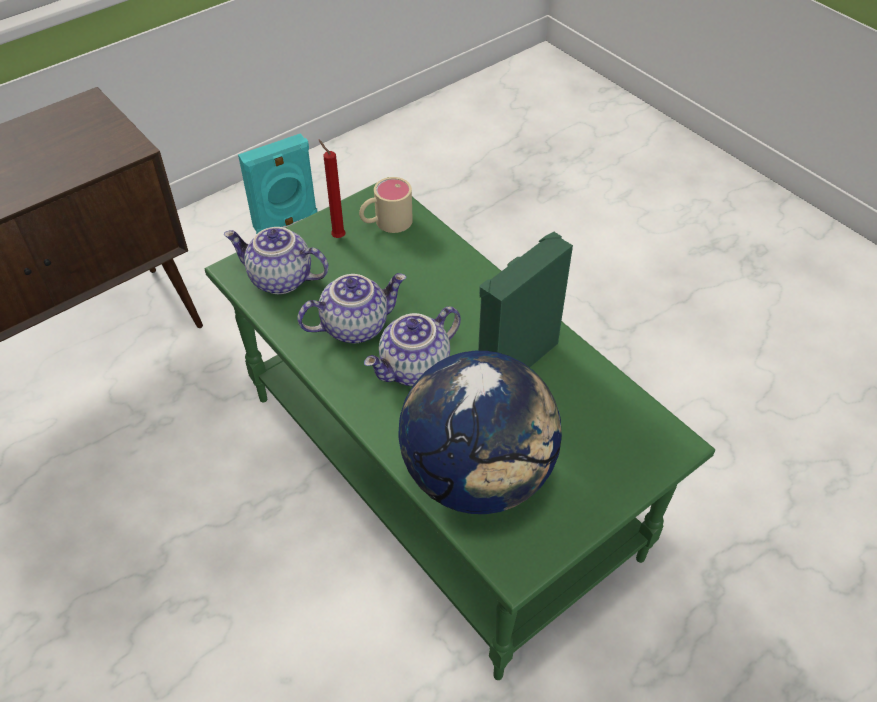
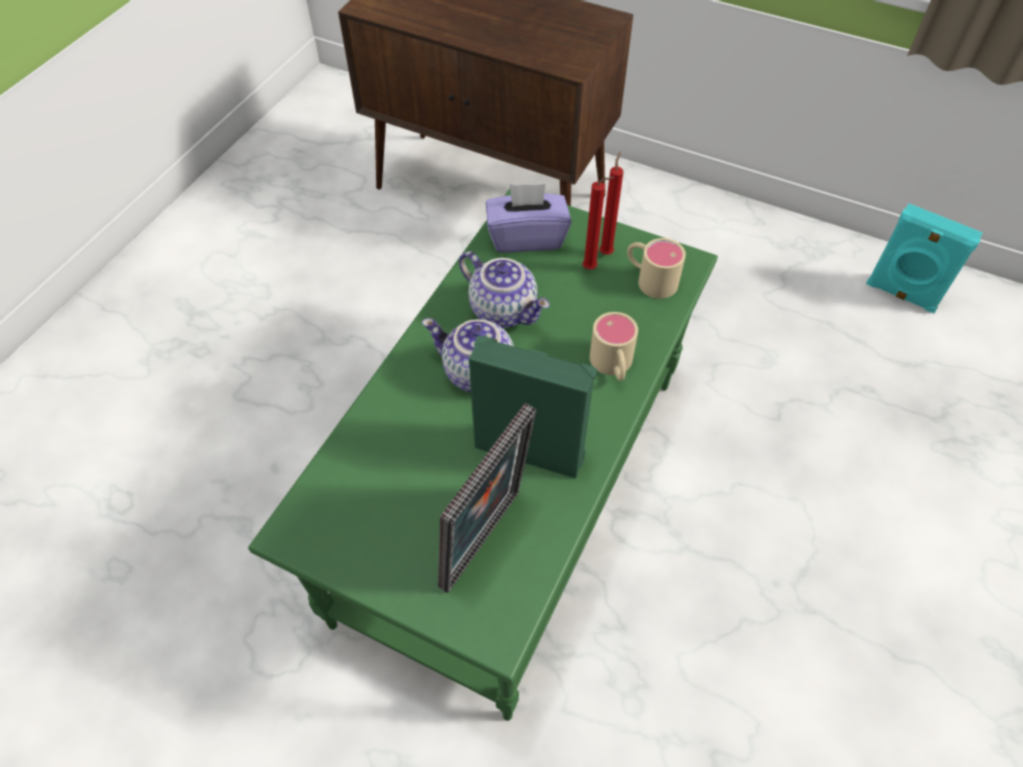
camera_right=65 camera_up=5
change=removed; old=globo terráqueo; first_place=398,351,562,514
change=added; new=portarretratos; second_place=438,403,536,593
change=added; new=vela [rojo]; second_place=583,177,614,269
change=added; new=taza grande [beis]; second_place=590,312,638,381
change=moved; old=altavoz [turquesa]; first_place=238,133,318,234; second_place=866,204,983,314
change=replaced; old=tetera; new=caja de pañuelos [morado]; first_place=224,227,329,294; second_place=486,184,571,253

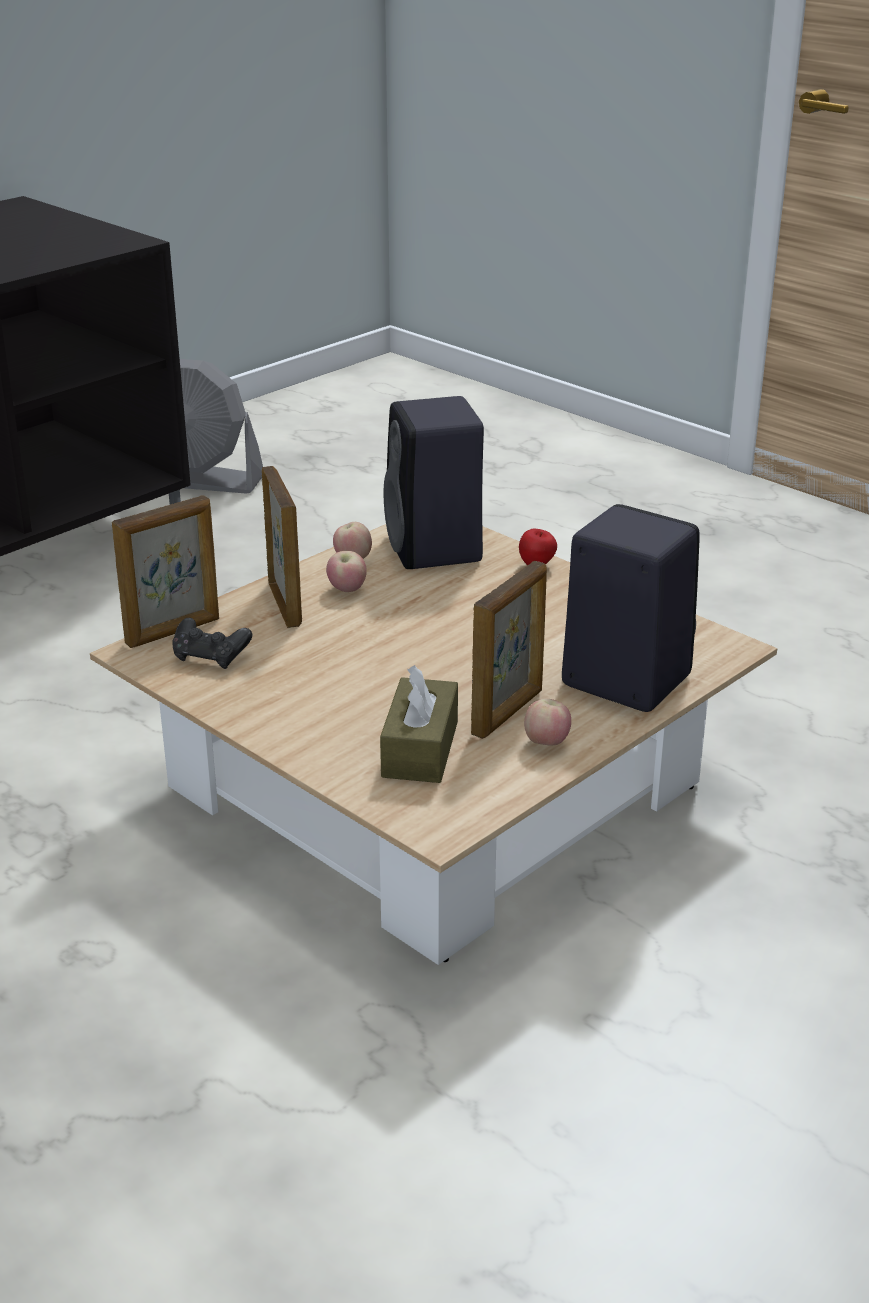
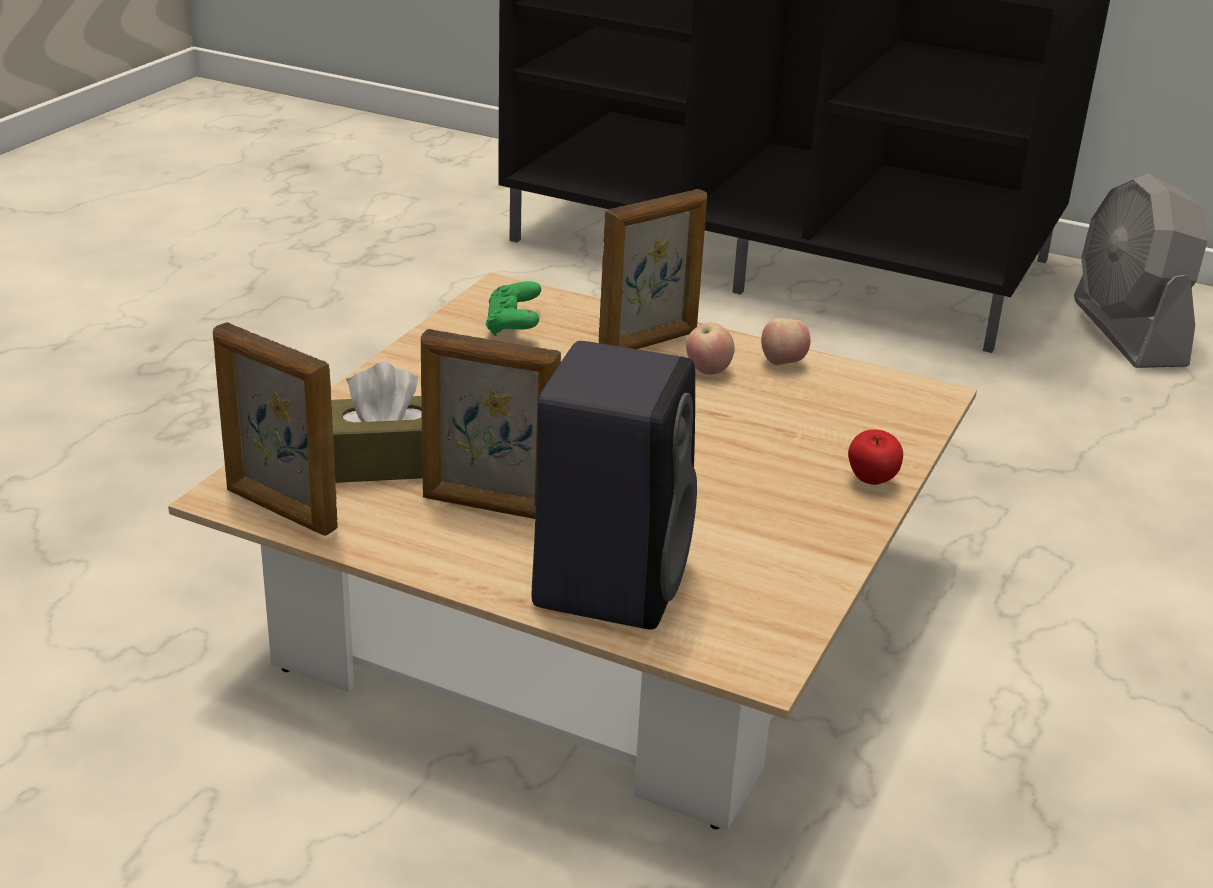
camera_right=70 camera_up=0
change=removed; old=altavoz [negro]; first_place=384,396,484,569
change=removed; old=manzana; first_place=524,699,571,746
change=moved; old=portarretratos; first_place=112,495,219,648; second_place=213,322,338,536
change=recoloured; old=mando de consola [negro]; new=mando de consola [verde]; first_place=172,618,252,669; second_place=486,281,541,336

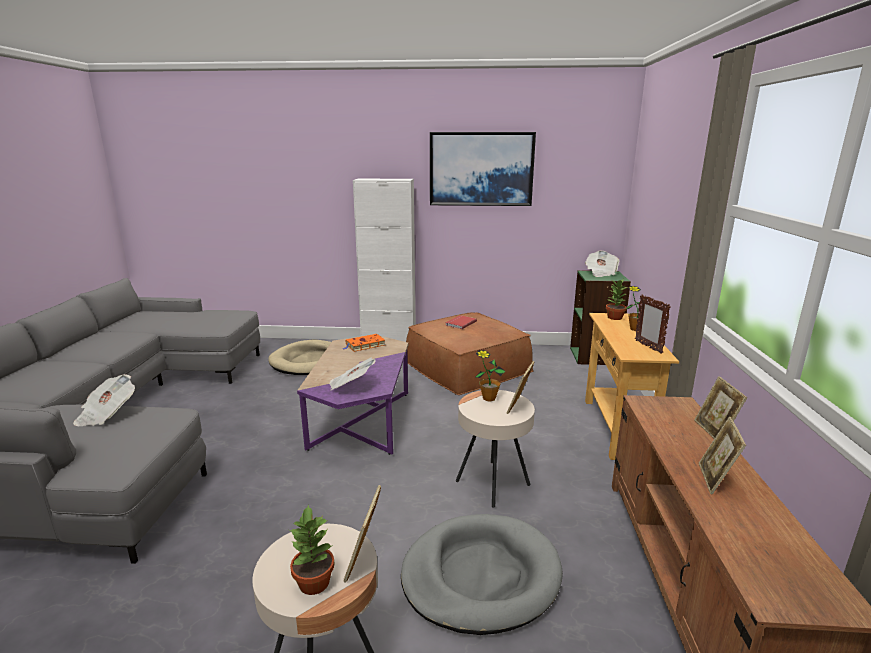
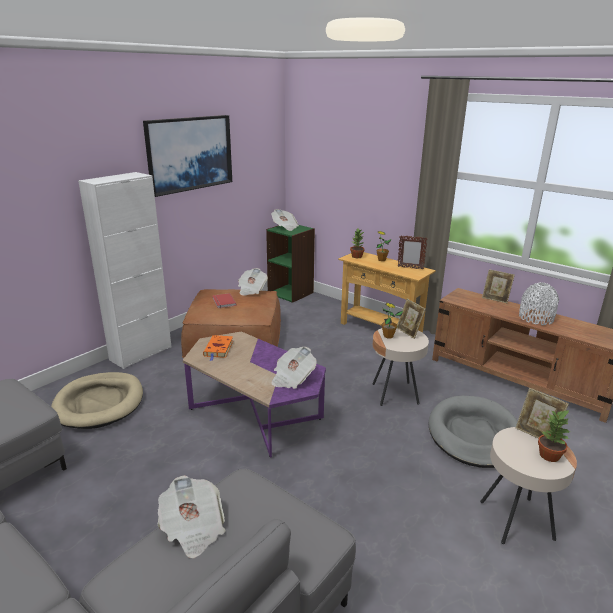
camera_right=-55 camera_up=5
change=added; new=periódico; second_place=238,268,268,295
change=replaced; old=portarretratos; new=florero [blanco]; first_place=699,416,746,494; second_place=519,282,559,325

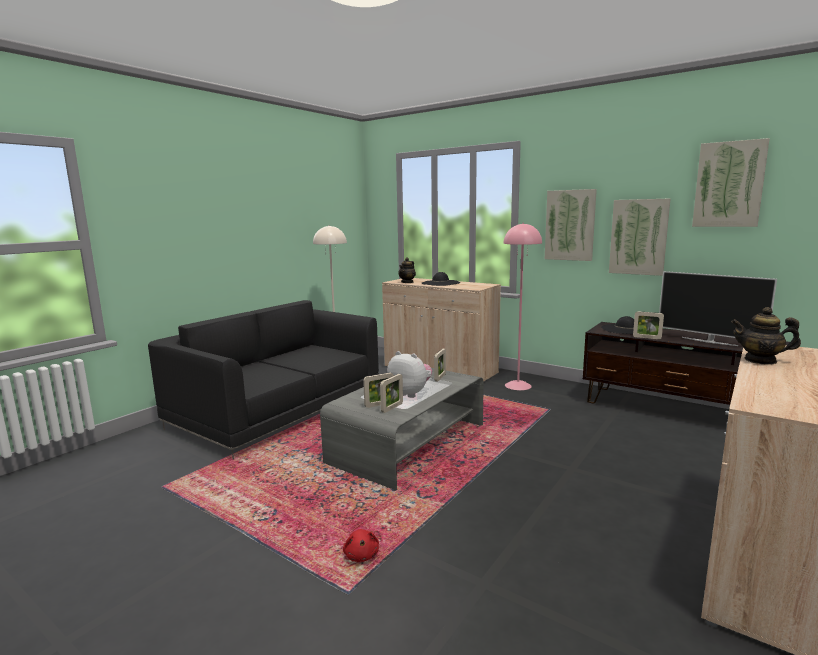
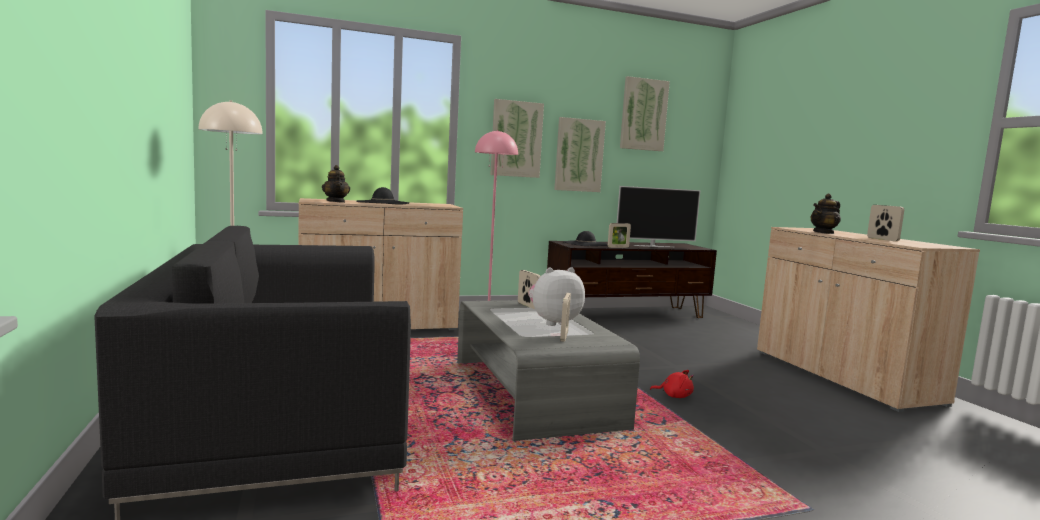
camera_right=-55 camera_up=-5
change=moved; old=peluche [rojo]; first_place=343,529,379,562; second_place=650,370,694,398
change=moved; old=portarretratos; first_place=380,374,403,413; second_place=867,205,904,241

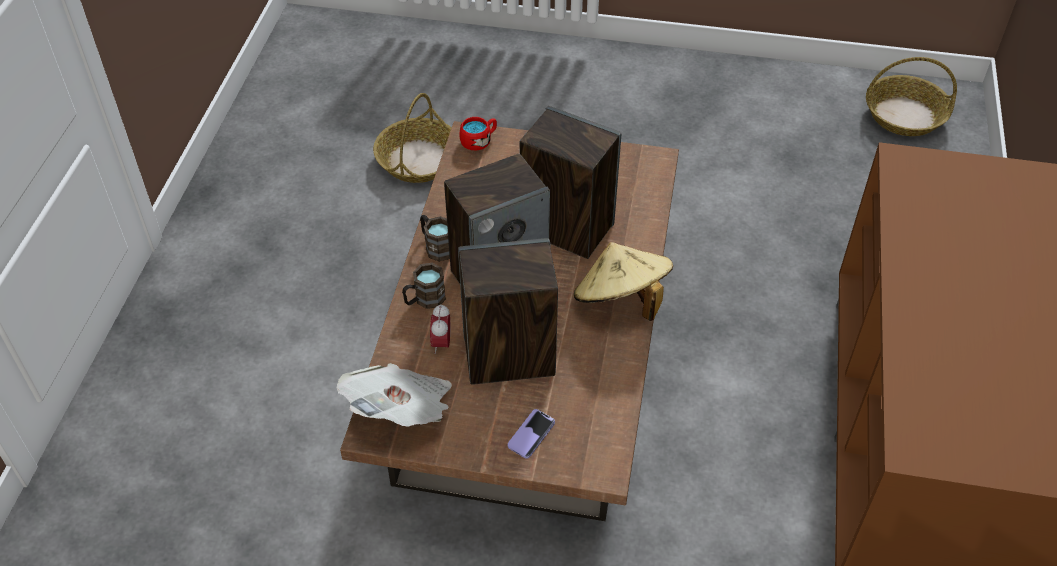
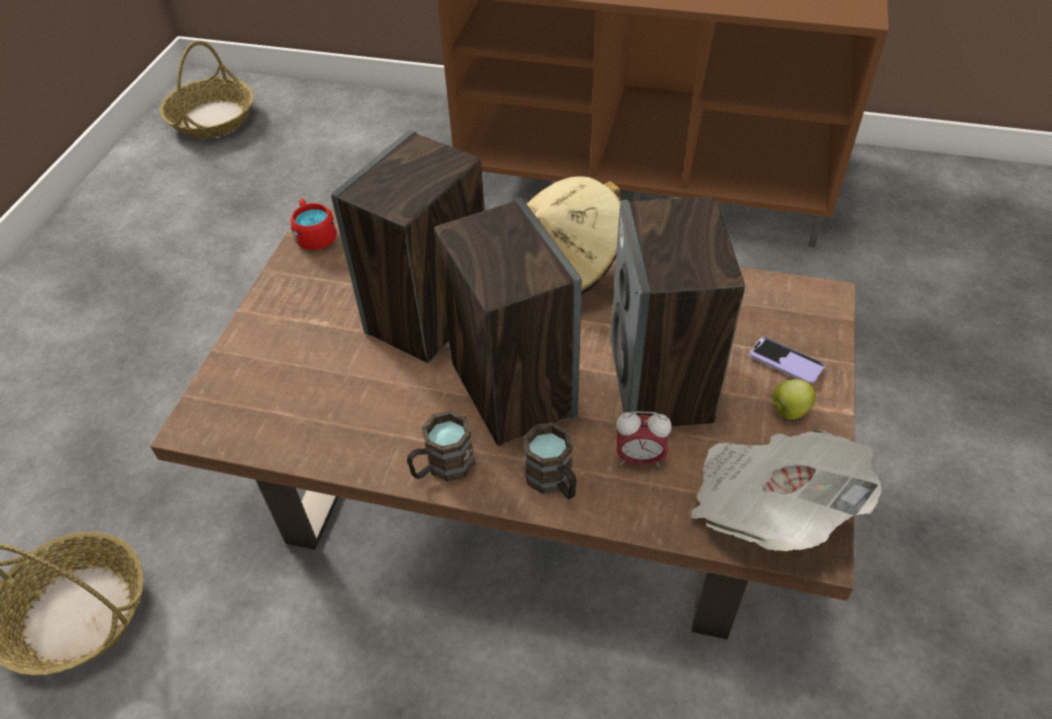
camera_right=-85 camera_up=0
change=added; new=manzana; second_place=772,379,816,419
change=moved; old=taza grande [rojo]; first_place=460,117,497,150; second_place=291,199,337,250

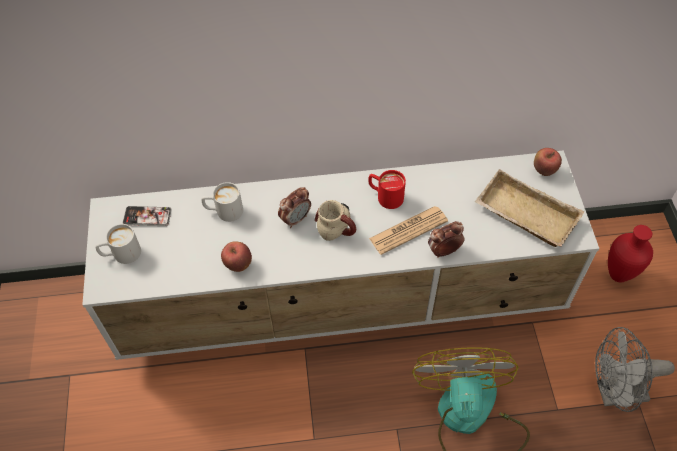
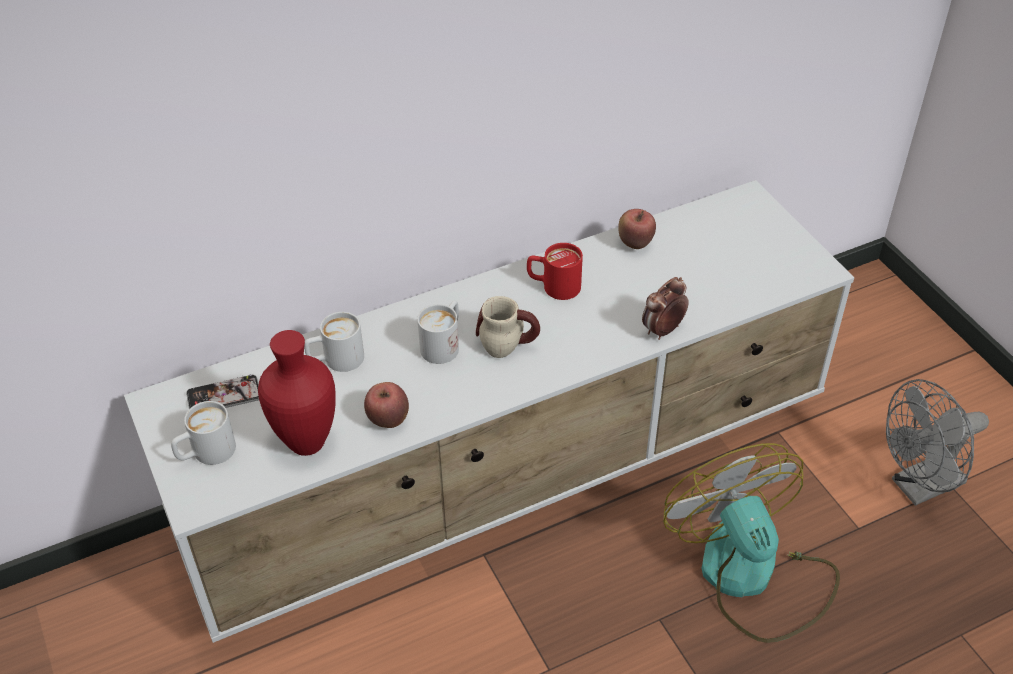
camera_right=-20 camera_up=-10
change=removed; old=periódico; first_place=369,206,448,255
change=removed; old=bandeja [beis]; first_place=475,169,584,247
change=moved; old=manzana; first_place=534,148,562,176; second_place=618,209,656,249
change=moved; old=florero [rojo]; first_place=608,225,653,282; second_place=258,330,336,456
change=replaced; old=despertador; new=taza grande [blanco]; first_place=278,187,311,228; second_place=417,300,459,364

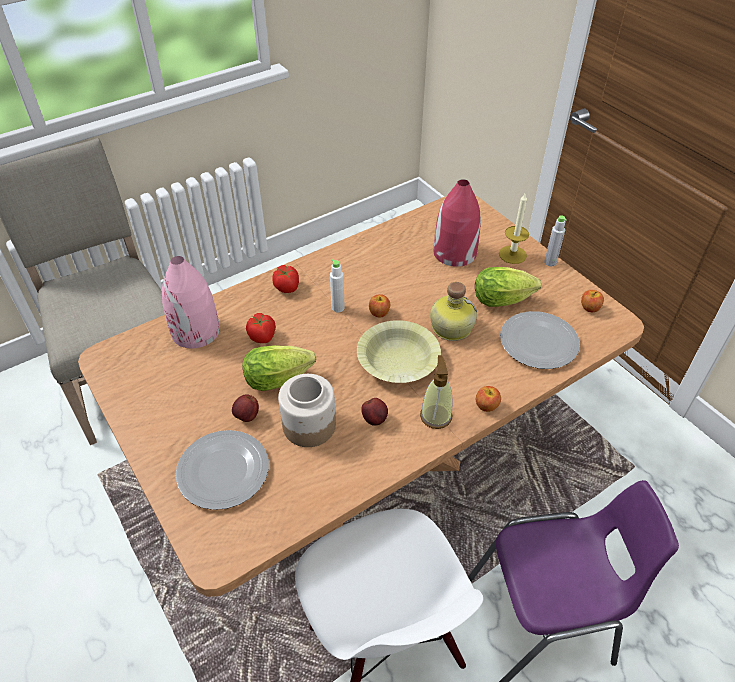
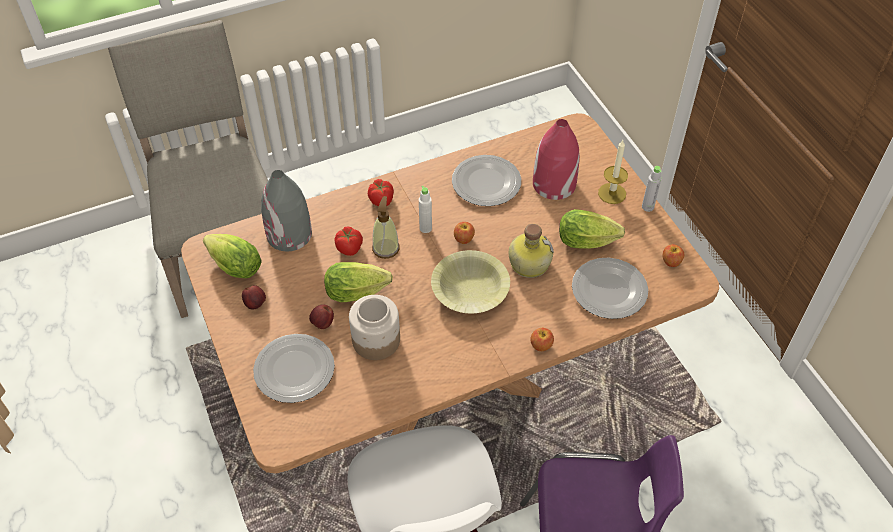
camera_right=10 camera_up=5
change=added; new=lechuga; second_place=203,234,262,278
change=added; new=plato; second_place=452,155,521,206
change=moved; old=manzana; first_place=361,398,388,426; second_place=242,285,266,310
change=moved; old=dispensador de jabón; first_place=420,355,453,429; second_place=372,196,400,259
change=recoloured; old=florero [rosa]; new=florero [gris]; first_place=162,256,220,348; second_place=261,170,312,251

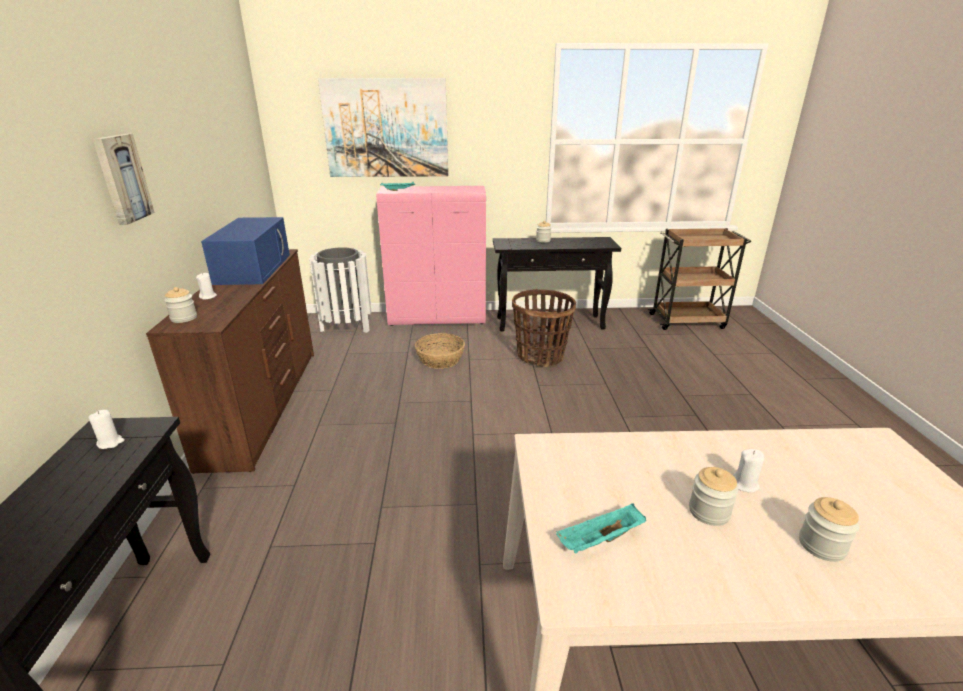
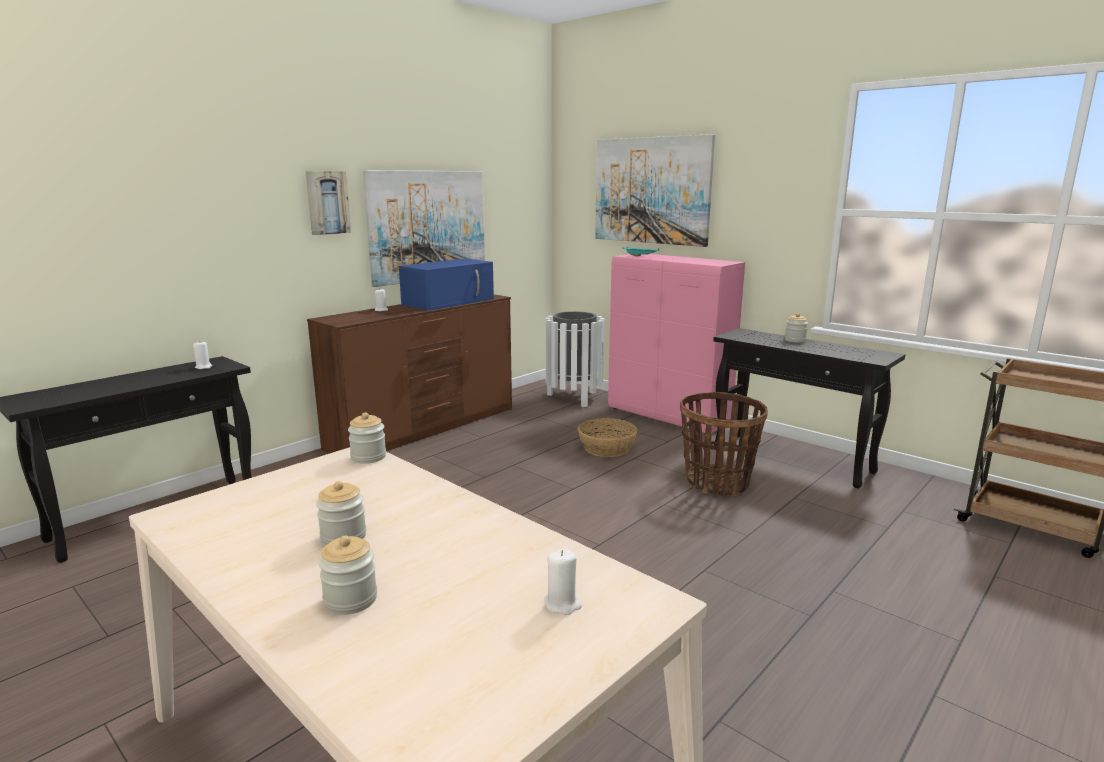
camera_right=45 camera_up=-10
change=removed; old=bandeja [turquesa]; first_place=556,503,646,554
change=added; new=cuadro; second_place=363,170,485,287
change=moved; old=tarro; first_place=164,287,197,323; second_place=348,412,386,464
change=moved; old=vela [blanco]; first_place=733,449,764,493; second_place=544,549,582,615

